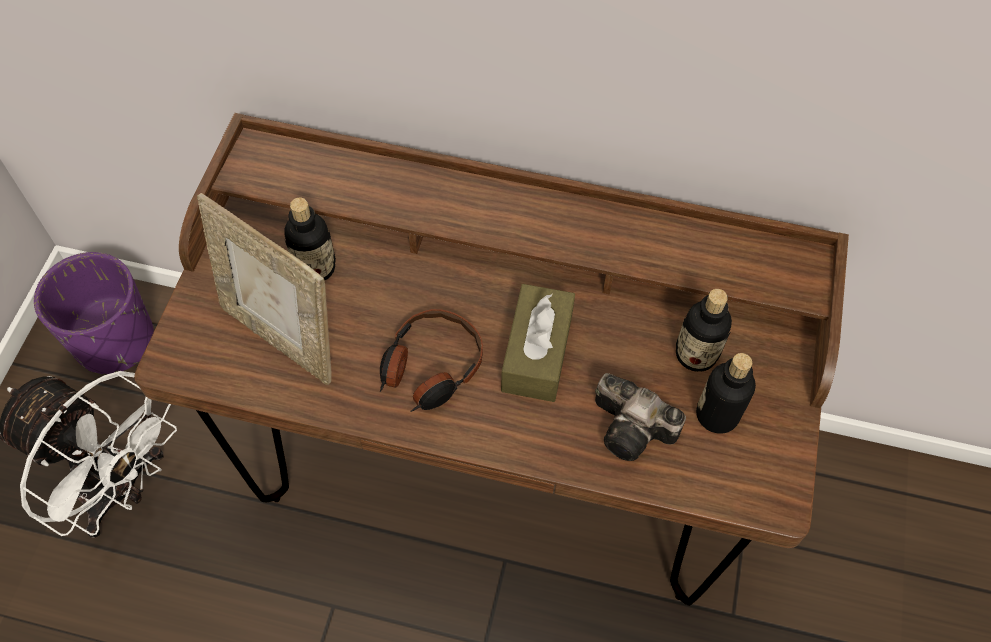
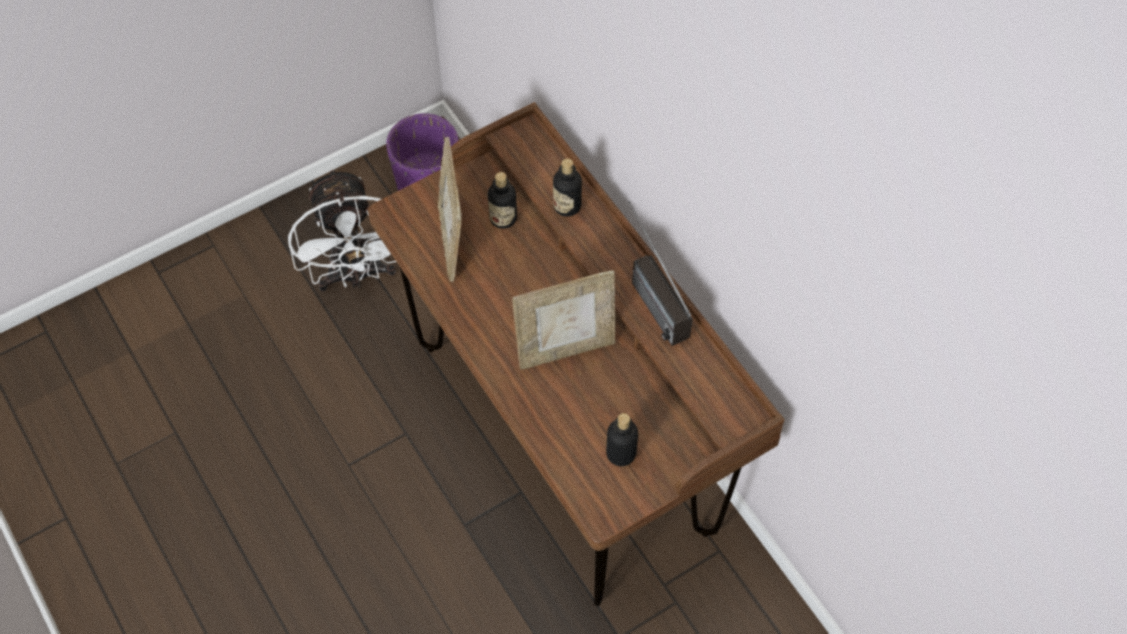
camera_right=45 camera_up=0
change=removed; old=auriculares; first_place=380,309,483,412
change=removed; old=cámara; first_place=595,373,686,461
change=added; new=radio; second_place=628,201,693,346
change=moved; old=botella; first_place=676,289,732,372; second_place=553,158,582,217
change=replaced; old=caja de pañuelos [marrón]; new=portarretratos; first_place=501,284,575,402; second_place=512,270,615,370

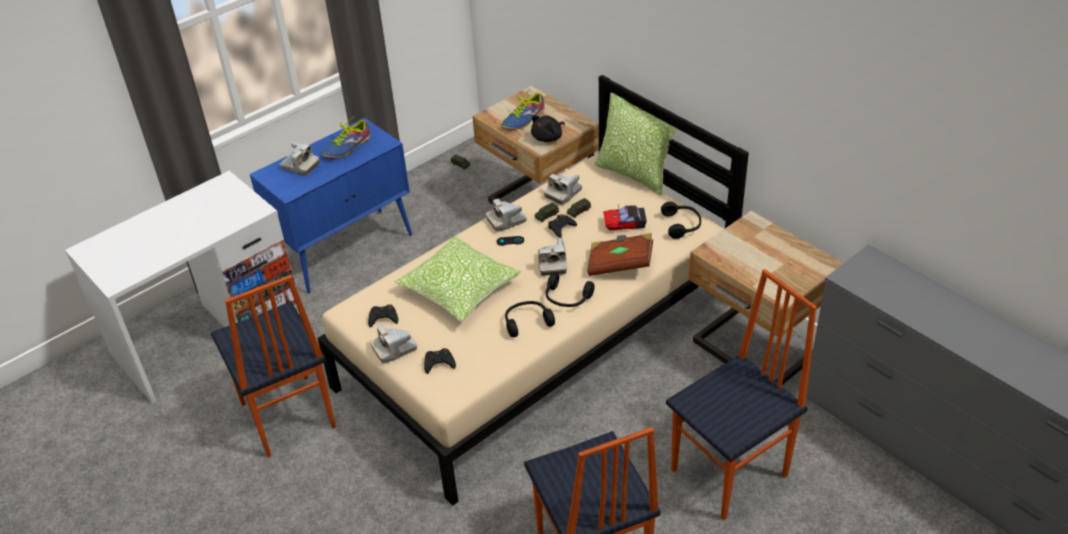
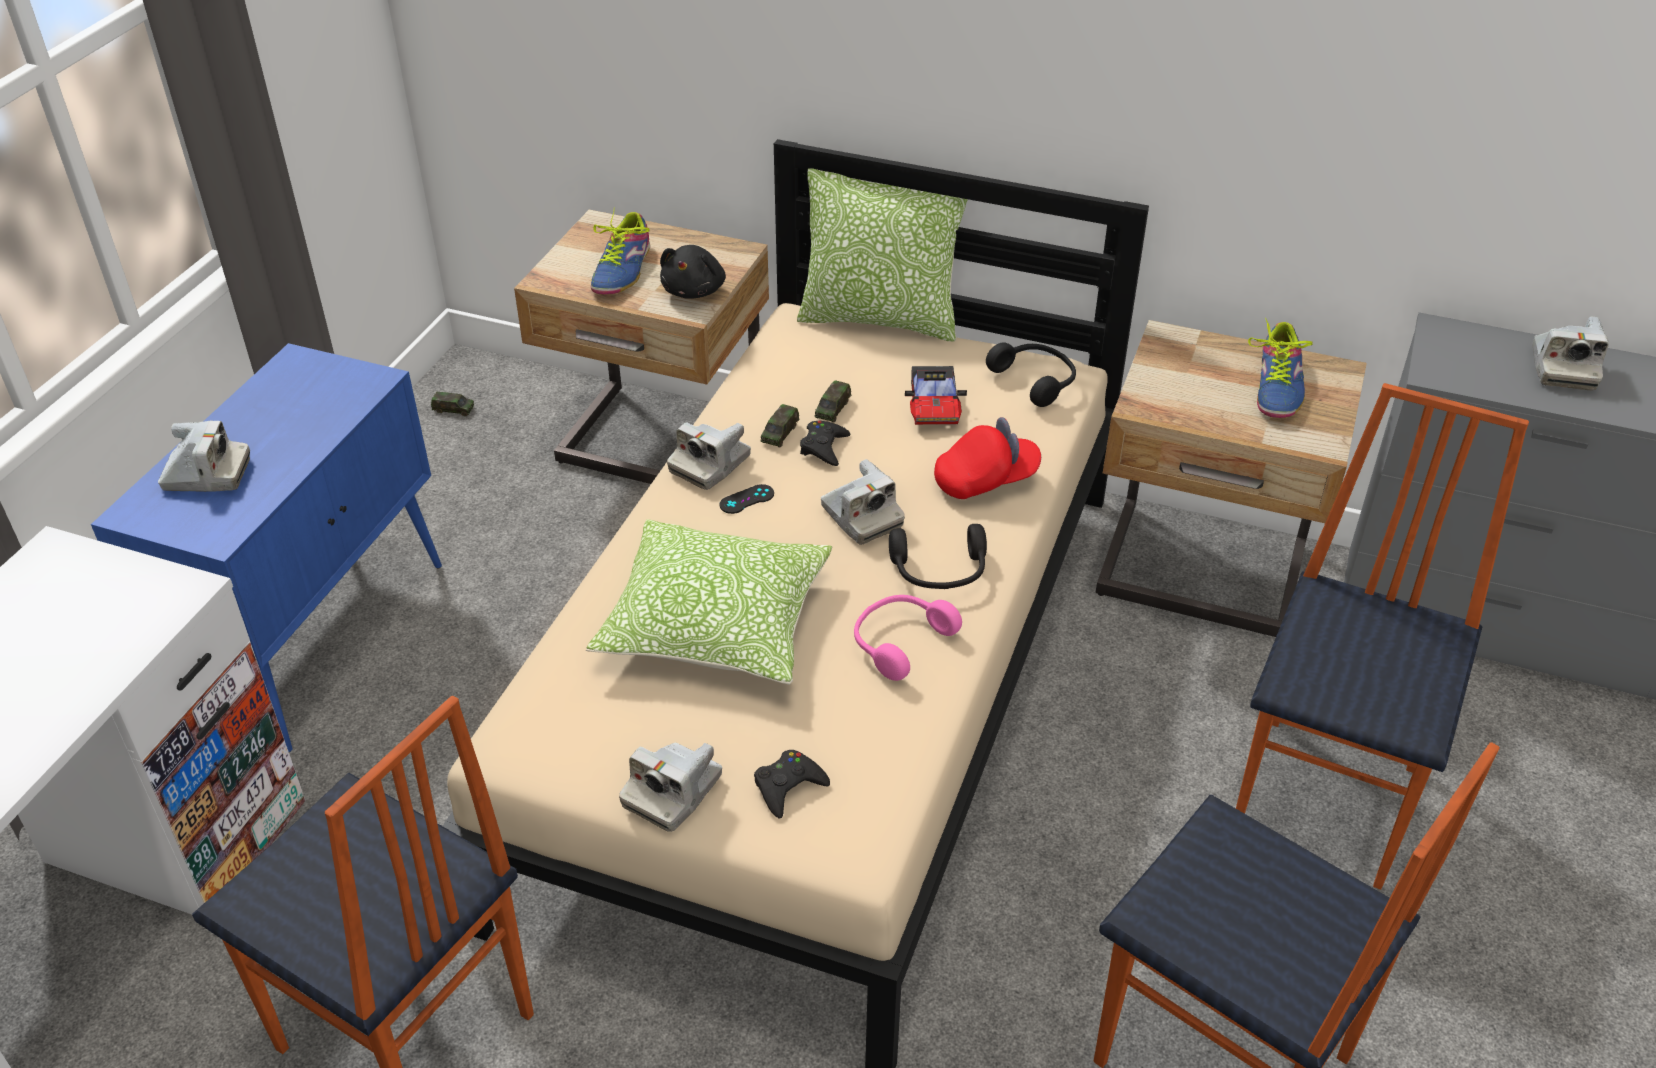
camera_right=-30 camera_up=0
change=removed; old=mando de consola [negro]; first_place=368,305,398,327
change=moved; old=zapato; first_place=322,118,370,159; second_place=1248,318,1313,418
change=moved; old=cámara; first_place=544,174,582,205; second_place=1532,317,1609,390
change=replaced; old=libro [marrón]; new=gorra [rojo]; first_place=587,233,653,276; second_place=934,417,1041,499
change=recoloured; old=auriculares [negro]; new=auriculares [rosa]; first_place=505,301,555,337; second_place=854,595,962,681
change=turned; old=coche de juguete; first_place=603,204,647,230; second_place=905,366,967,425; degrees=-60

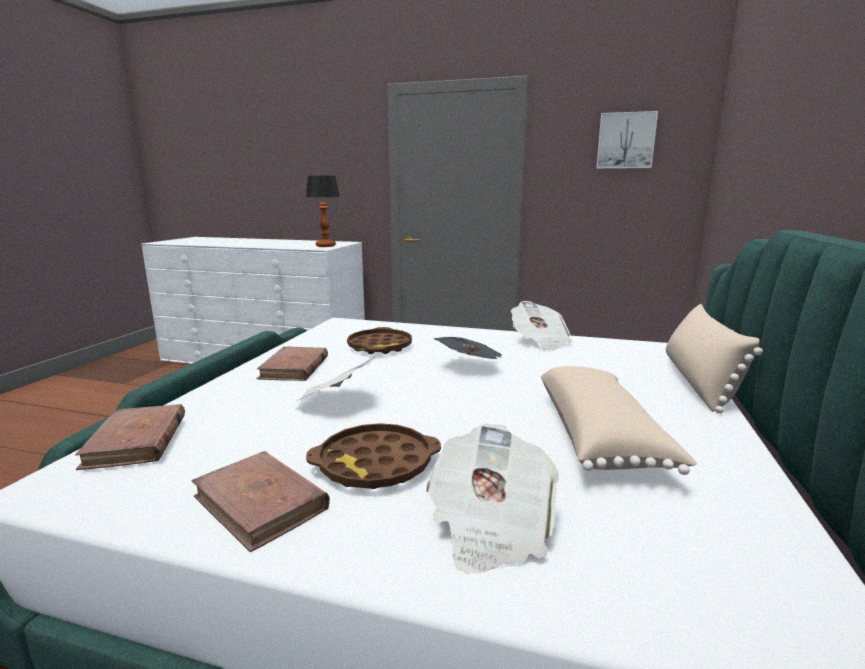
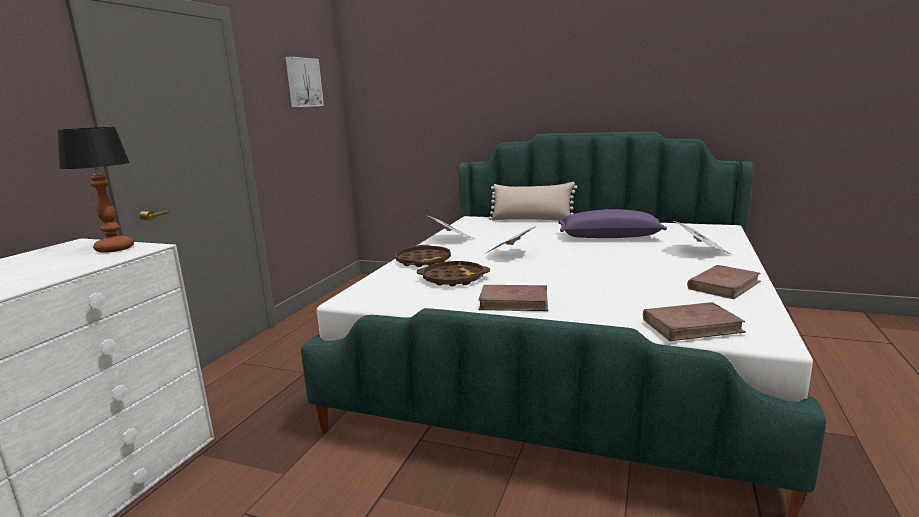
camera_right=-85 camera_up=0
change=removed; old=periódico; first_place=292,357,374,404
change=moved; old=bandeja [marrón]; first_place=306,423,441,489; second_place=396,245,451,267
change=recoloured; old=cojín [beis]; new=cojín [morado]; first_place=541,366,697,475; second_place=558,209,667,238

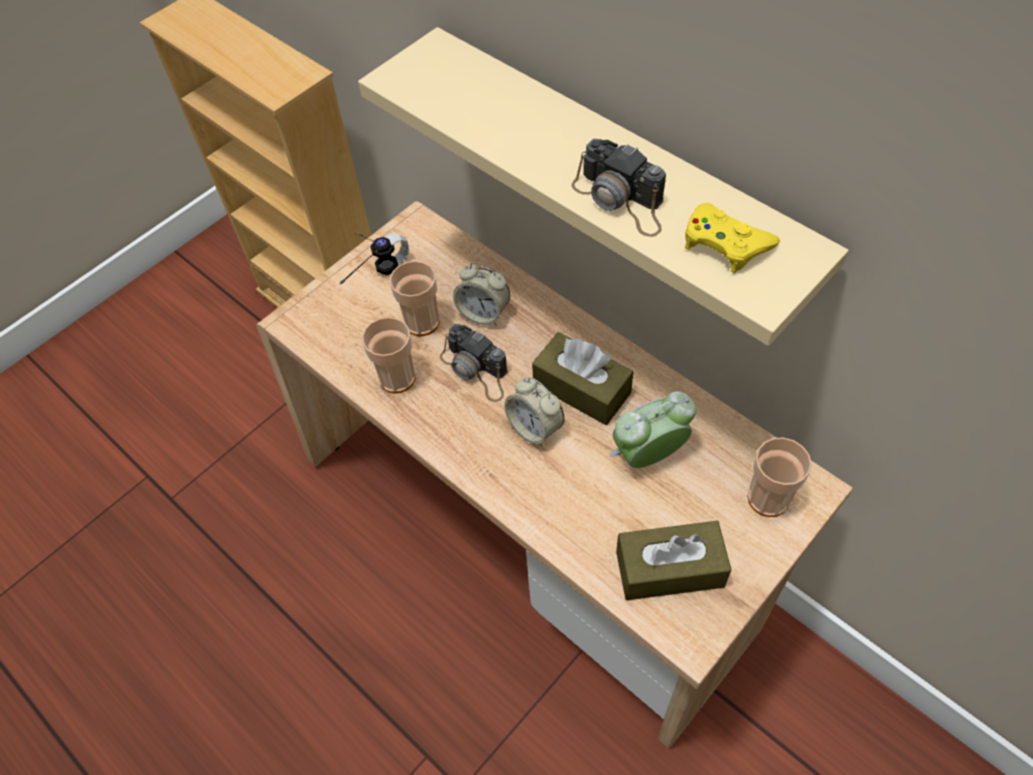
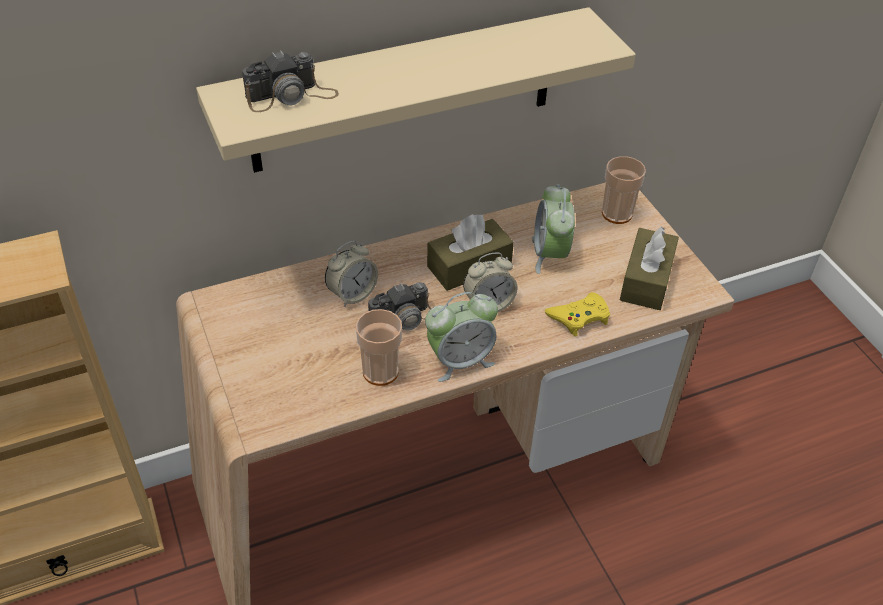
camera_right=-70 camera_up=-10
change=removed; old=auriculares; first_place=340,232,409,285
change=removed; old=taza; first_place=390,261,440,336
change=added; new=despertador; second_place=425,292,498,382
change=moved; old=cámara; first_place=572,139,666,237; second_place=242,50,339,112
change=moved; old=mando de consola [amarillo]; first_place=685,203,780,273; second_place=545,292,610,337

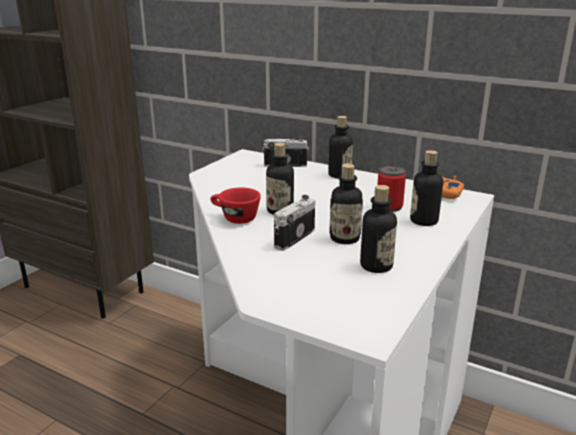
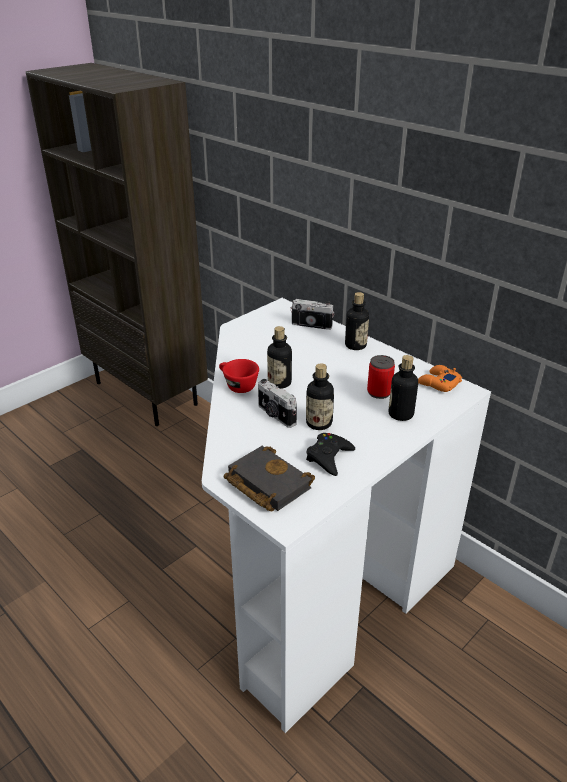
camera_right=15 camera_up=10
change=added; new=libro [negro]; second_place=224,446,315,512
change=replaced; old=botella; new=mando de consola [negro]; first_place=360,185,397,273; second_place=306,433,355,476
change=turned; old=cámara; first_place=274,195,315,251; second_place=258,379,297,428; degrees=-90

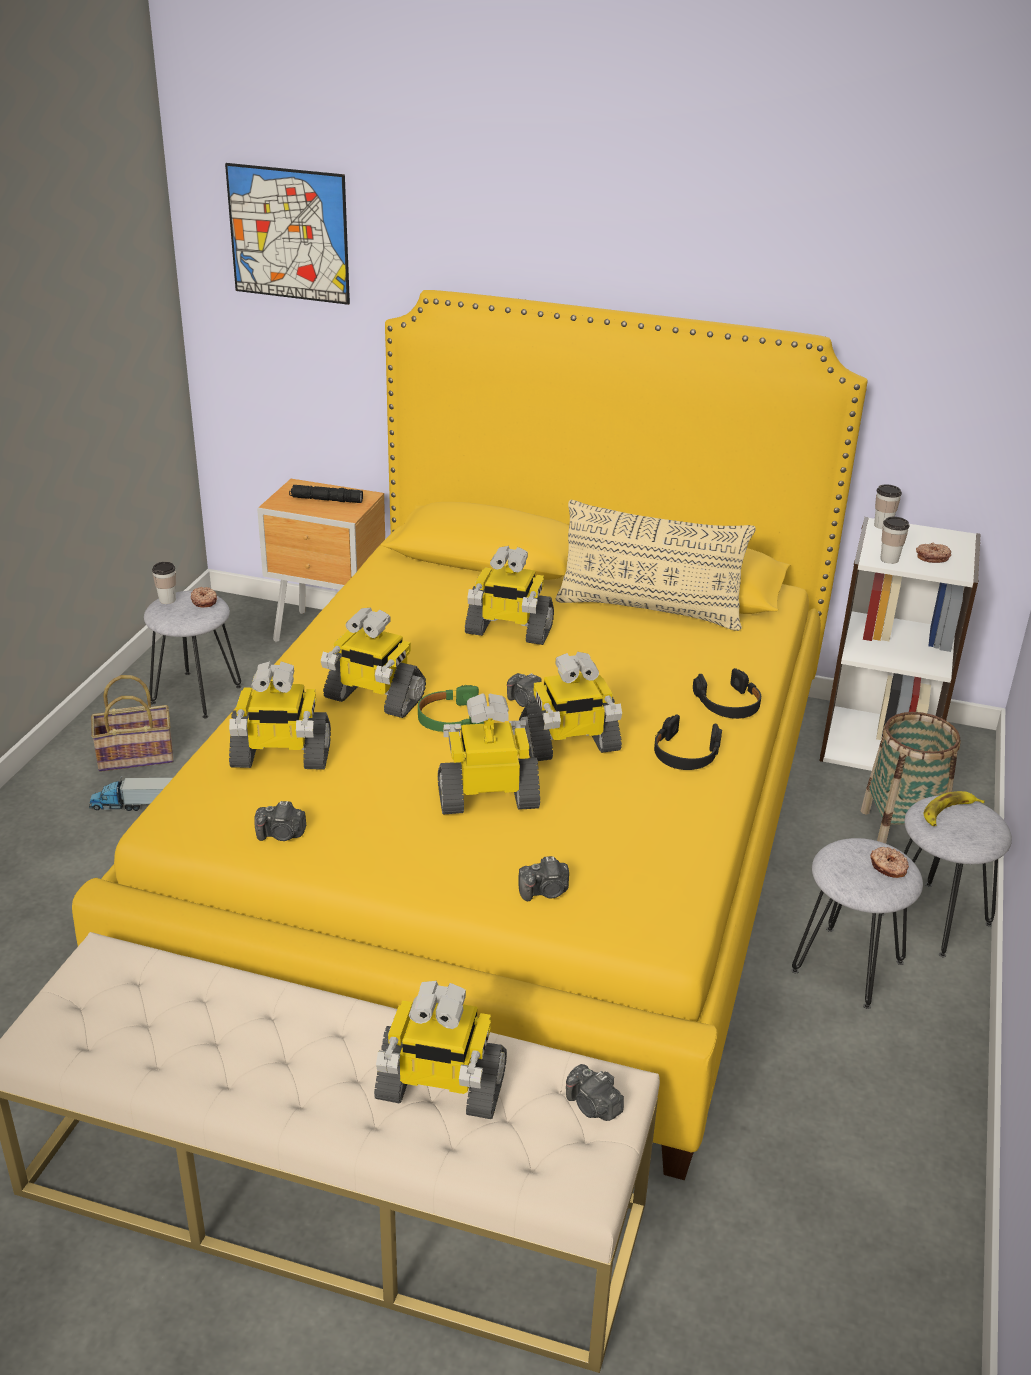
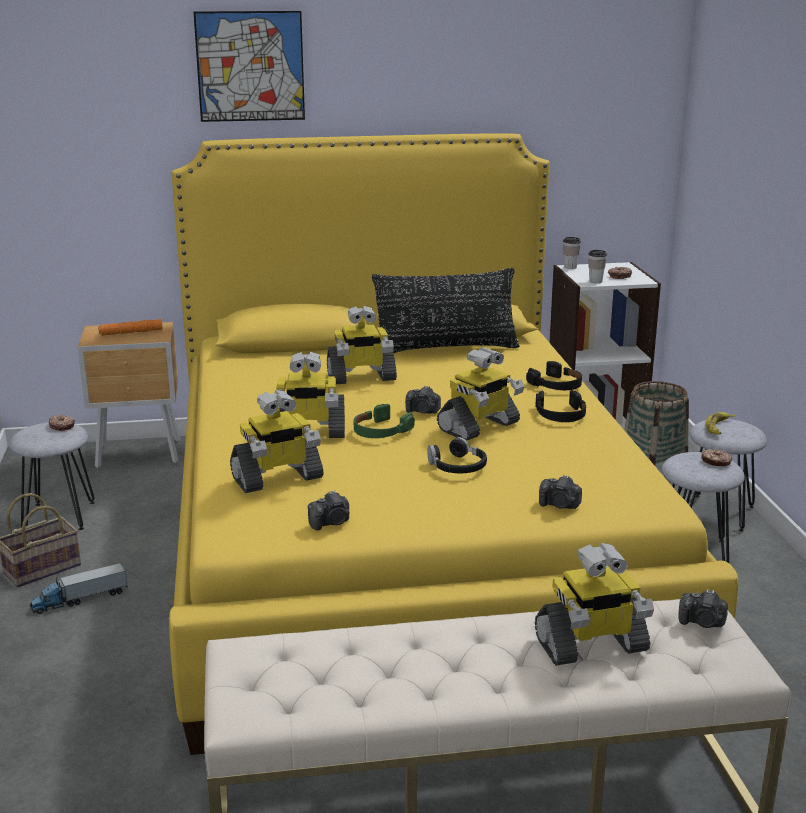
camera_right=-25 camera_up=-10
change=removed; old=taza; first_place=152,562,176,604
change=moved; old=cuadro; first_place=225,163,350,305; second_place=193,11,305,122
change=replaced; old=robot de juguete; new=auriculares [negro]; first_place=438,693,540,814; second_place=427,437,487,473
change=recoloured; old=linterna [negro]; new=linterna [naranja]; first_place=289,485,363,503; second_place=98,319,163,335
change=recoloured; old=cojín [beis]; new=cojín [negro]; first_place=556,500,756,631; second_place=372,268,520,353
change=turned; old=cámara; first_place=519,856,569,901; second_place=539,475,582,509; degrees=60

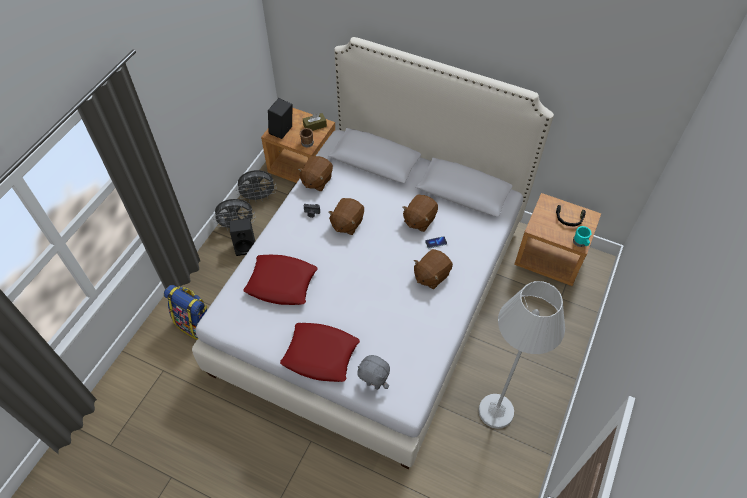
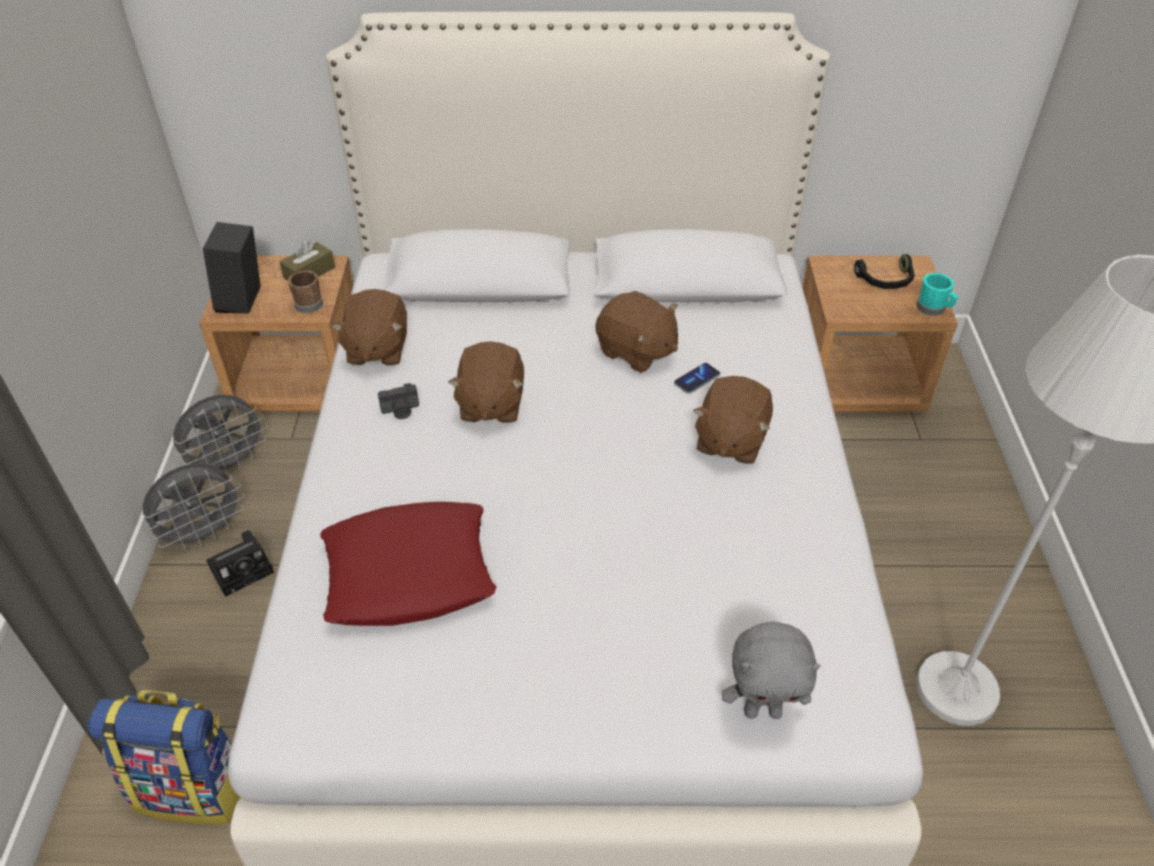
camera_right=-25 camera_up=-10
change=removed; old=cojín [rojo]; first_place=280,323,360,382
change=replaced; old=altavoz [negro]; new=cámara; first_place=230,218,255,256; second_place=206,530,274,597
change=turned; old=peluche [marrón]; first_place=402,195,438,232; second_place=596,291,678,373; degrees=-60

